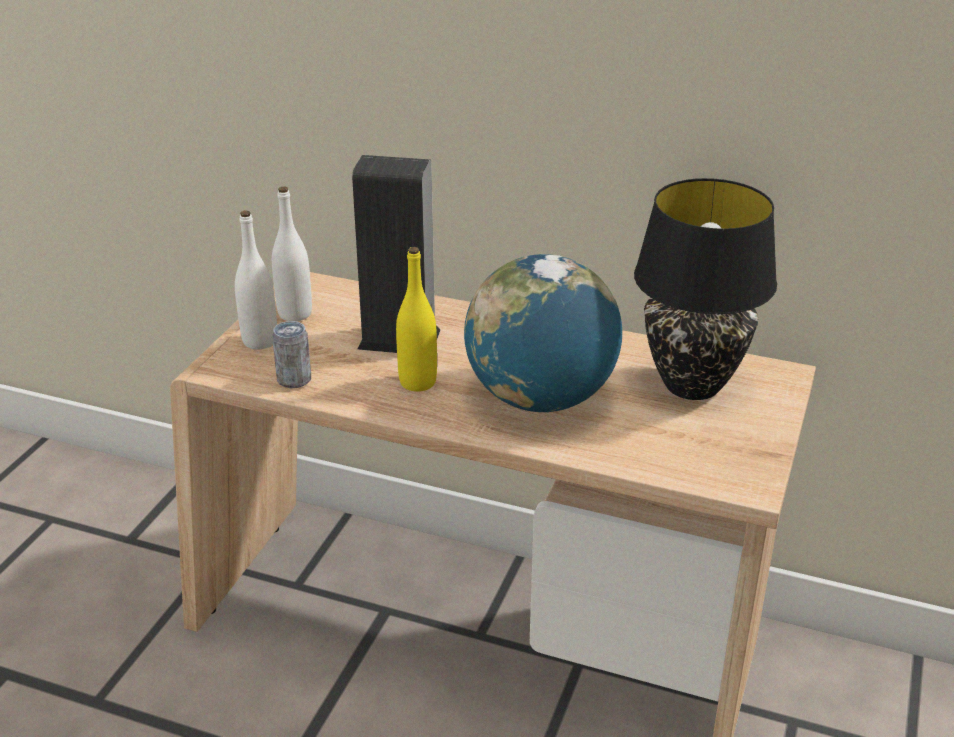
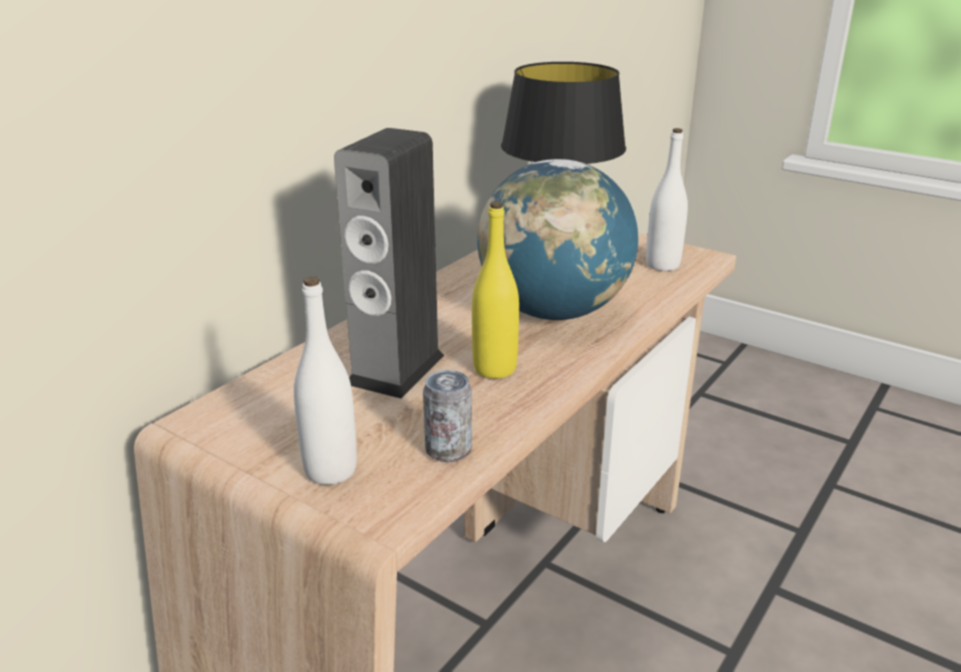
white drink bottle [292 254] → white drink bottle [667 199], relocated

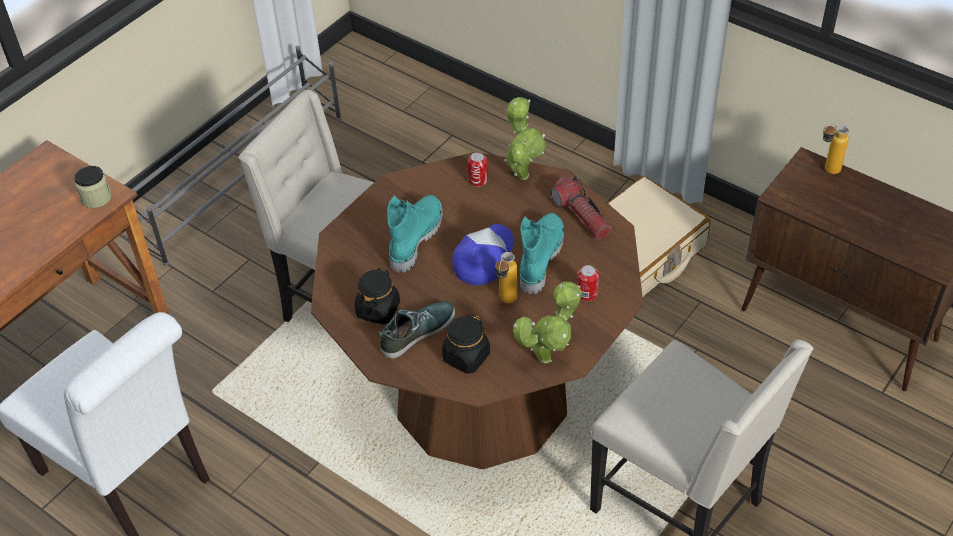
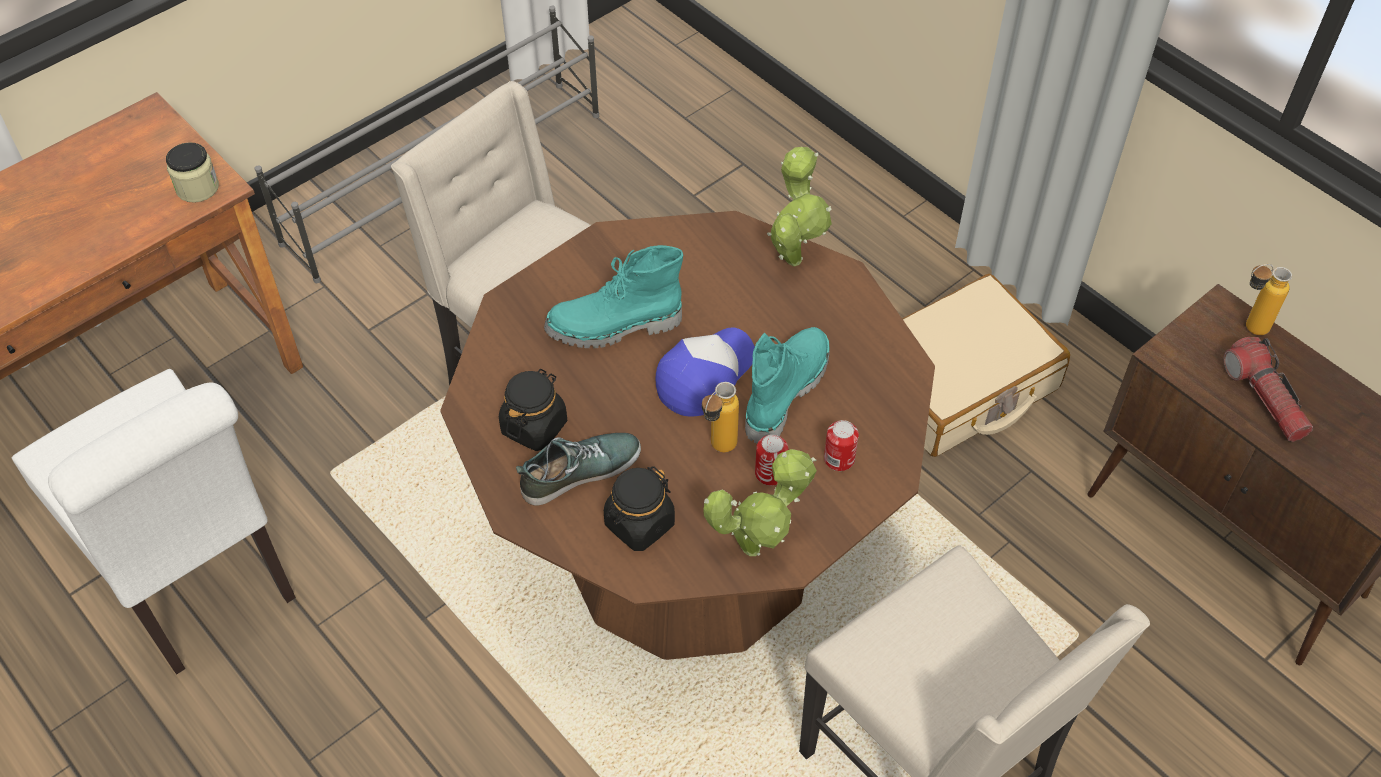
blue-green boot [415 234] → blue-green boot [613 296], 135 degrees counterclockwise
can [478 169] → can [771 460], relocated
hand torch [580 208] → hand torch [1268 389], relocated

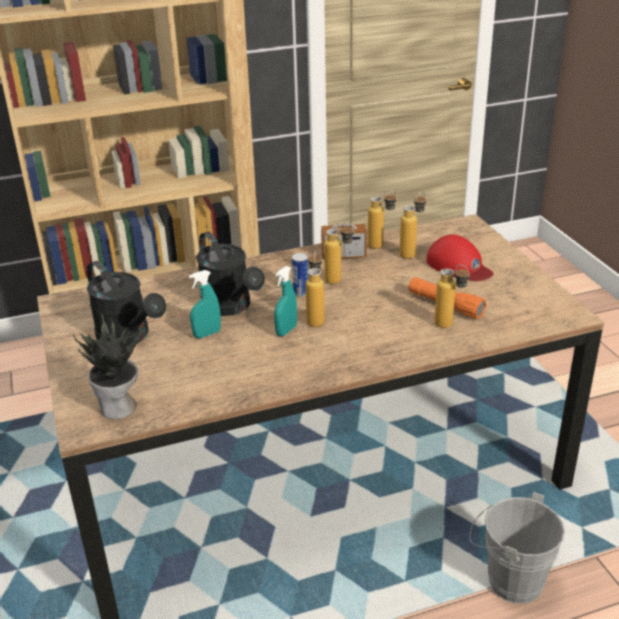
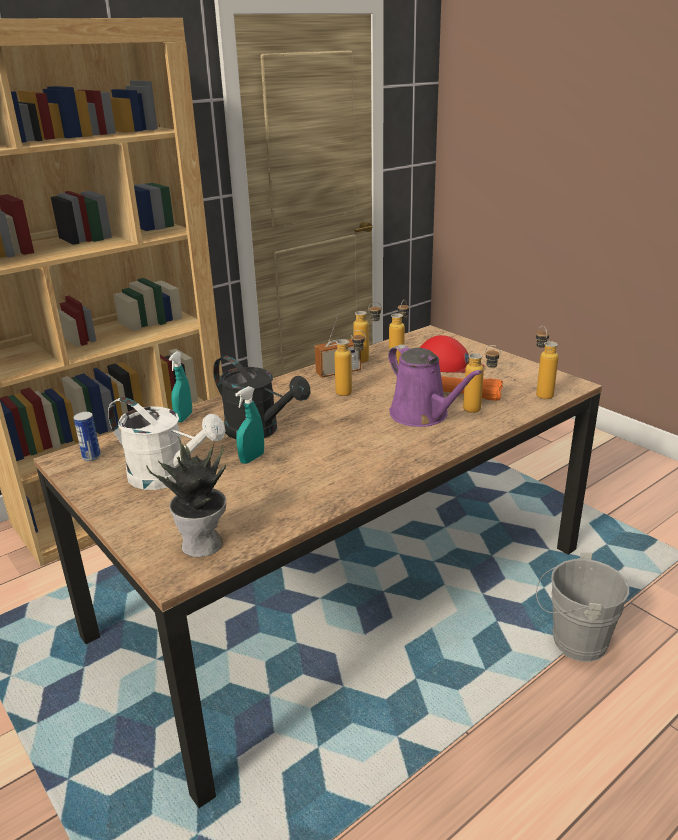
black-coloured watering can [126 304] → white watering can [167 443]
blue-green sprayer [285 301] → blue-green sprayer [180 386], relocated
can [300 275] → can [87 436], relocated
drink bottle [315 288] → drink bottle [547 362], relocated
- → purple-coloured watering can [435 385]

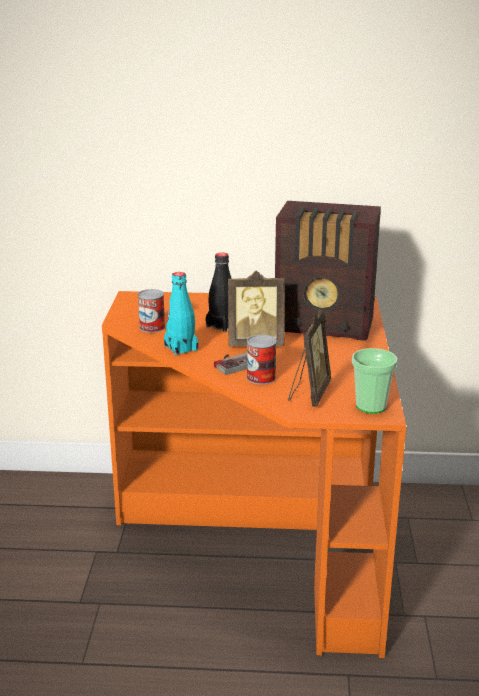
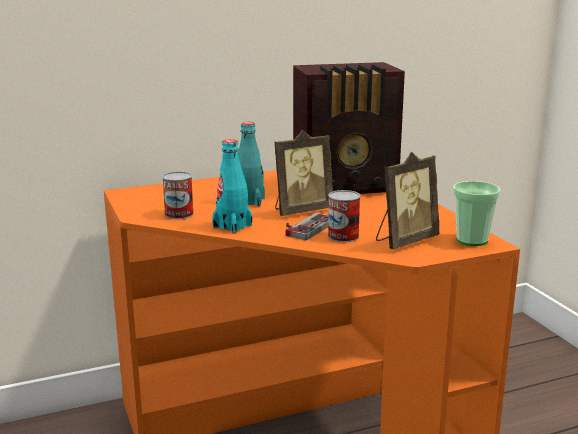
black-coloured drink bottle [219 292] → blue-green drink bottle [251 164]
standing frame [309 358] → standing frame [407 200], 60 degrees clockwise

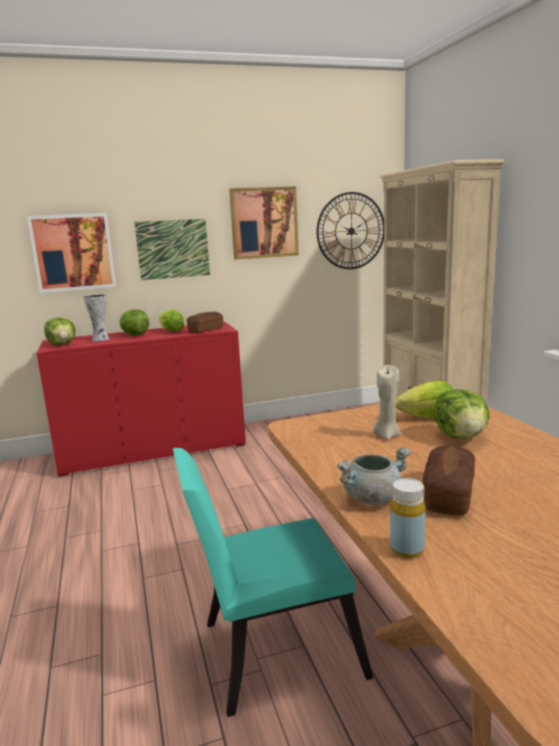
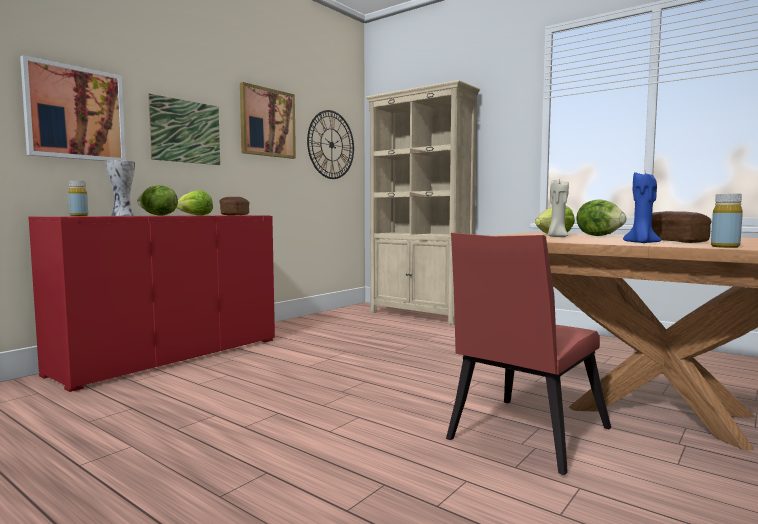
lettuce head [60 331] → yellow-coloured drink bottle [78 198]
blue-green chair [273 582] → red chair [528 354]
grey cooking pot [374 476] → blue-coloured wax light [642 207]

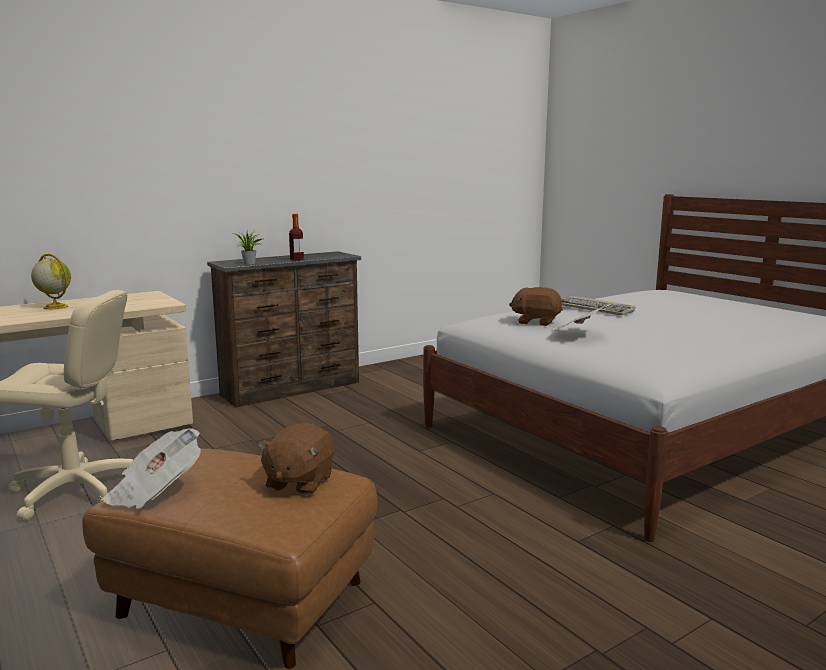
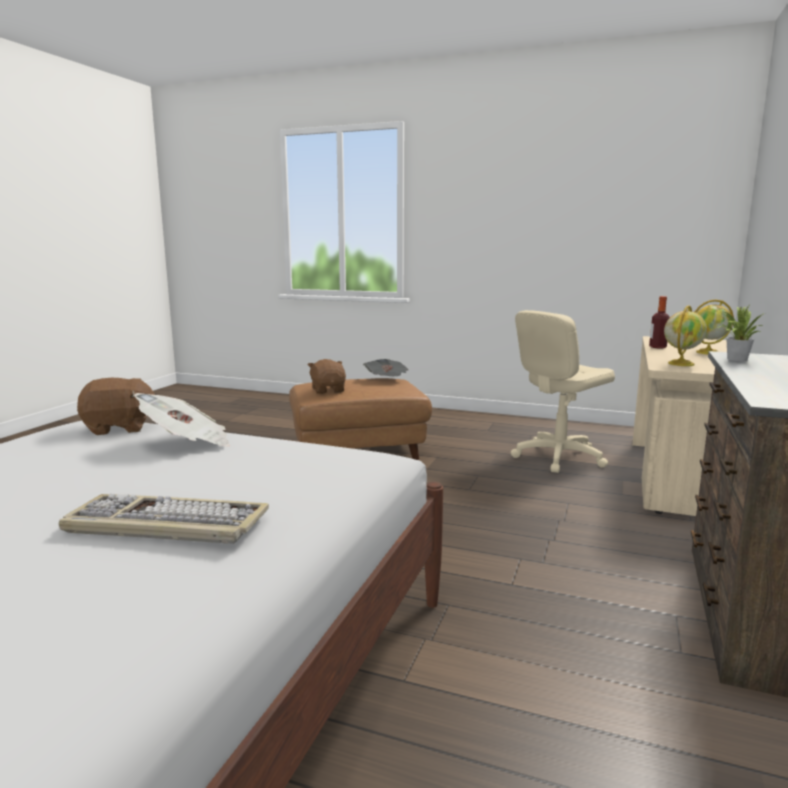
drink bottle [296 237] → drink bottle [659 322], relocated
brown-coloured plush toy [536 306] → brown-coloured plush toy [116 406], relocated
- → world globe [685 335]

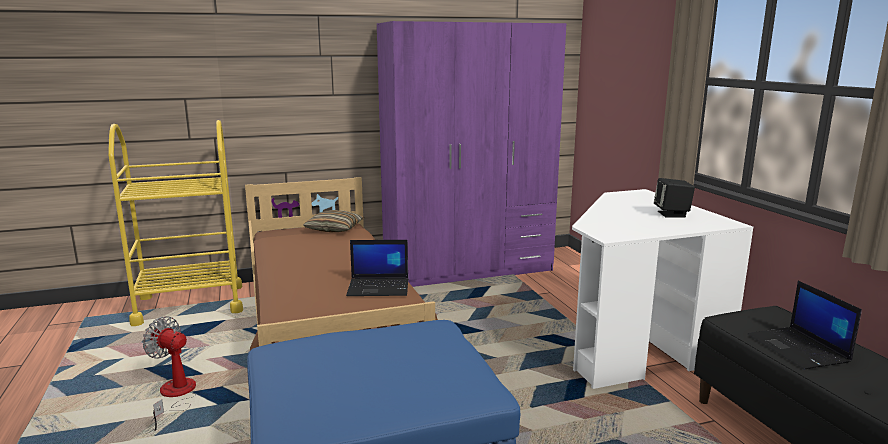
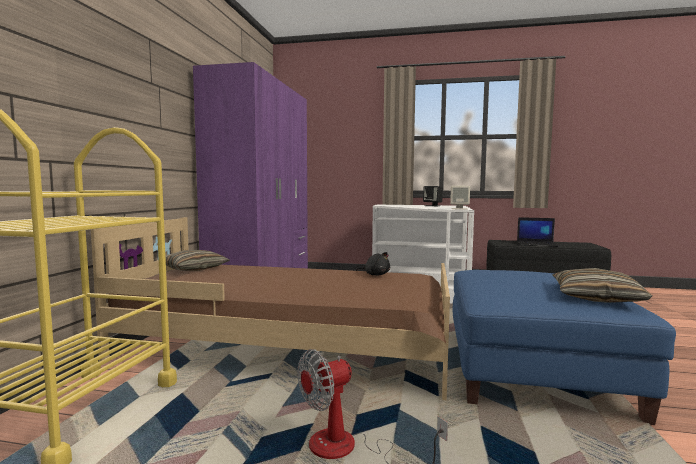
notebook computer [377 268] → black-coloured plush toy [373 264]
- → sand-coloured audio speaker [460 198]
- → throw pillow [603 285]

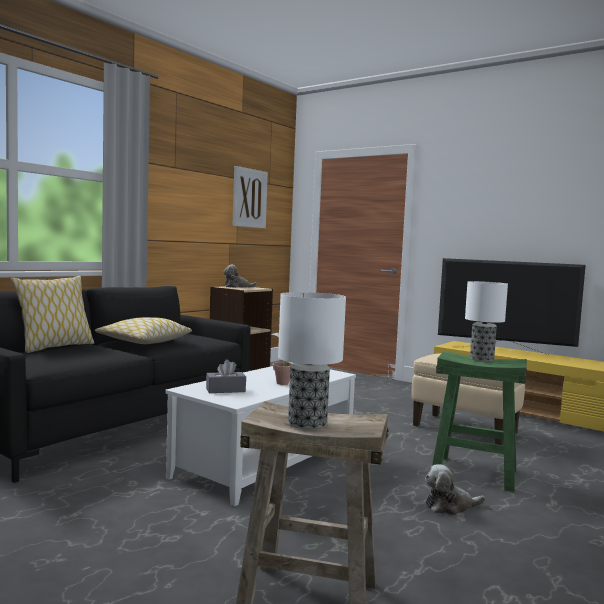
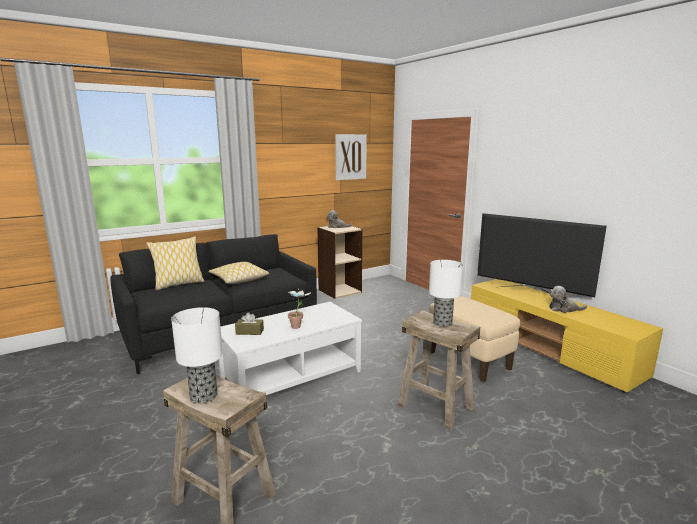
grey tissue holder [226 376] → brown-coloured tissue holder [249 323]
plush toy [455 489] → plush toy [568 299], relocated
green-coloured stool [479 421] → sand-coloured stool [439 370]

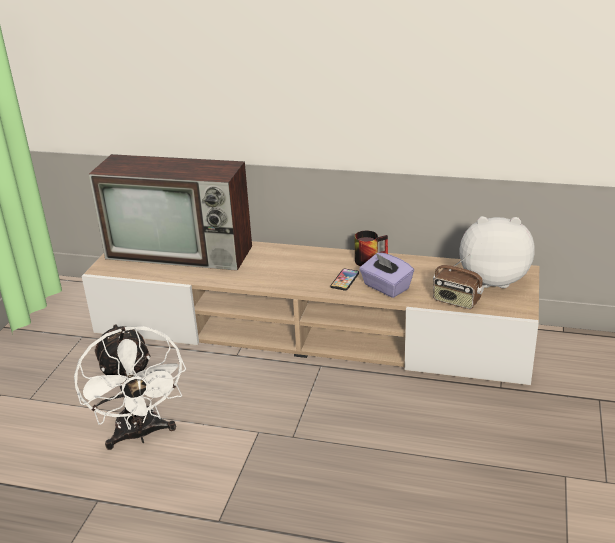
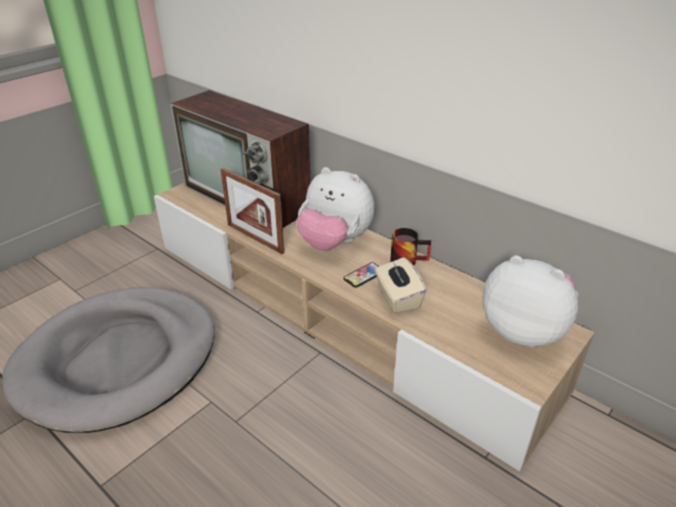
white cooling fan [130 387] → grey dog cushion [108 360]
purple-coloured tissue holder [386 275] → sand-coloured tissue holder [401 285]
radio set [458 281] → -
- → standing frame [252 211]
- → plush toy [335 209]

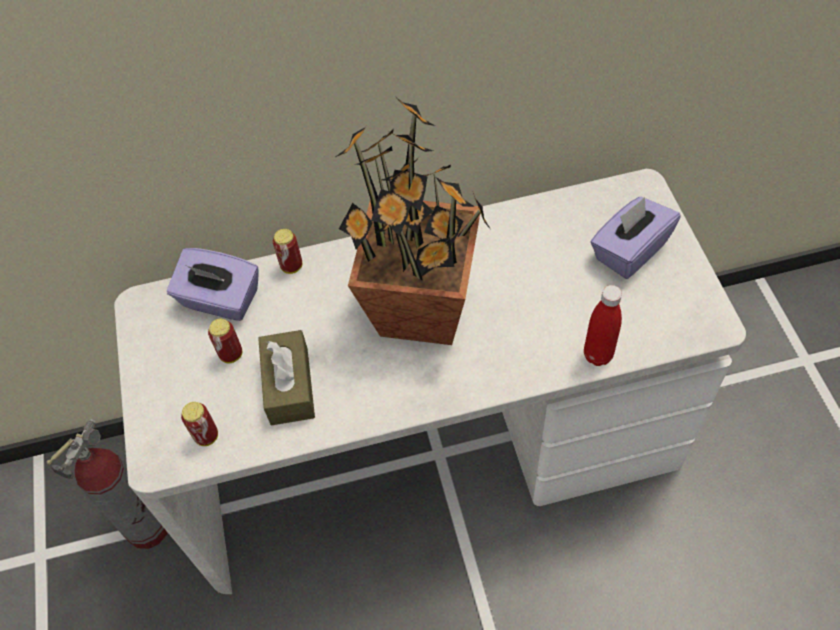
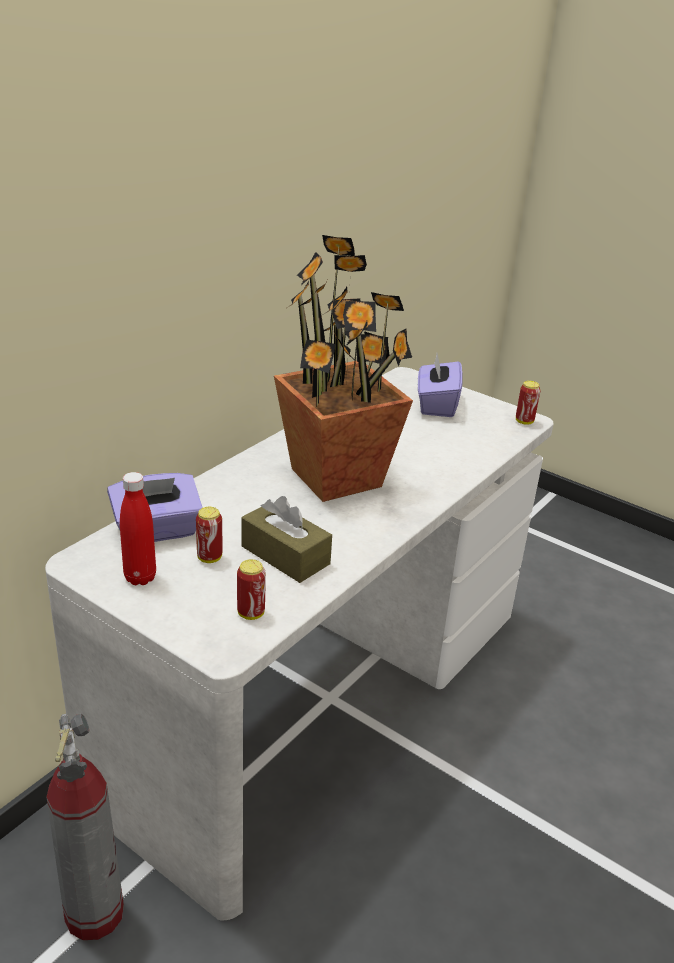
can [287 251] → can [528 403], relocated
red drink bottle [603 325] → red drink bottle [138 528], relocated

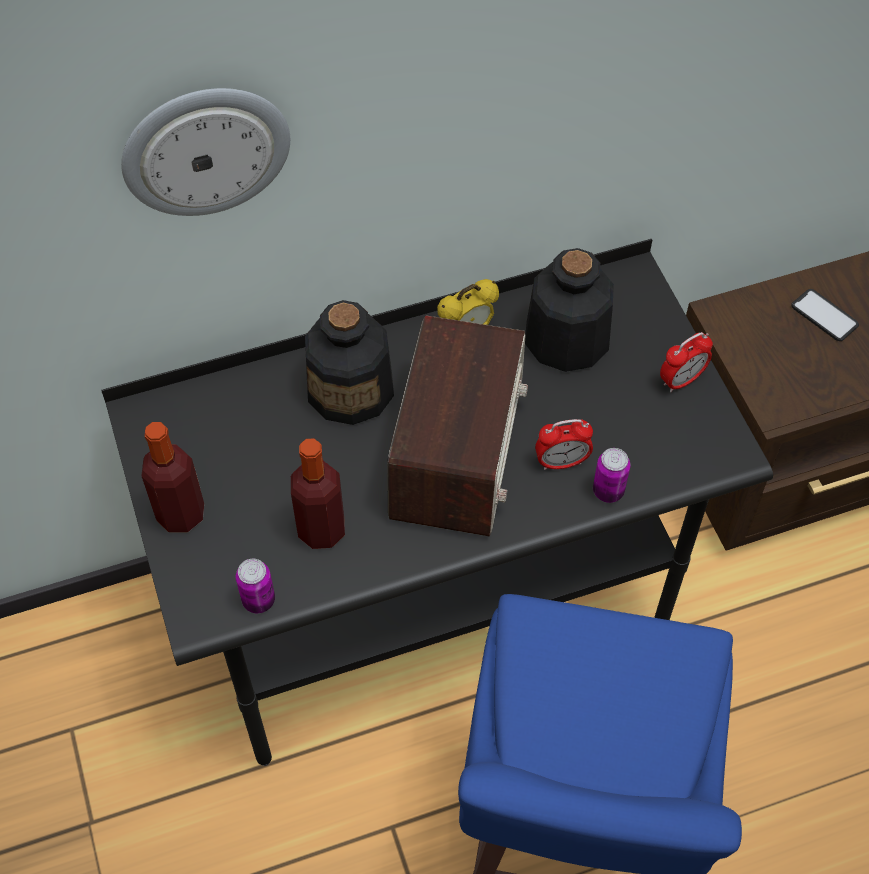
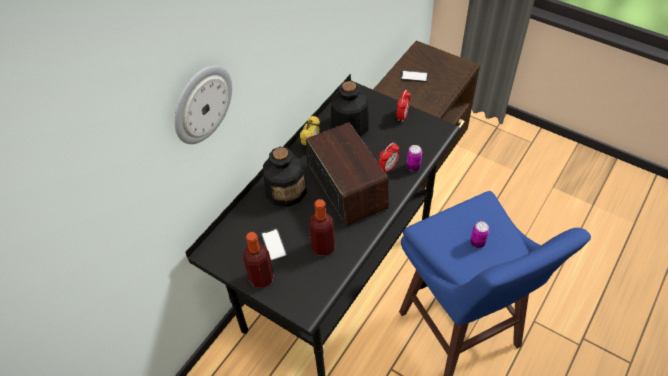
can [255 586] → can [479 234], relocated
- → telephone [274 245]

